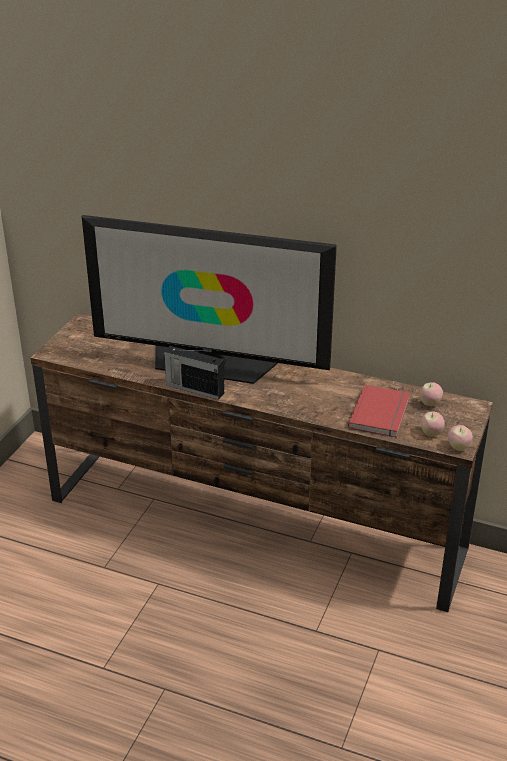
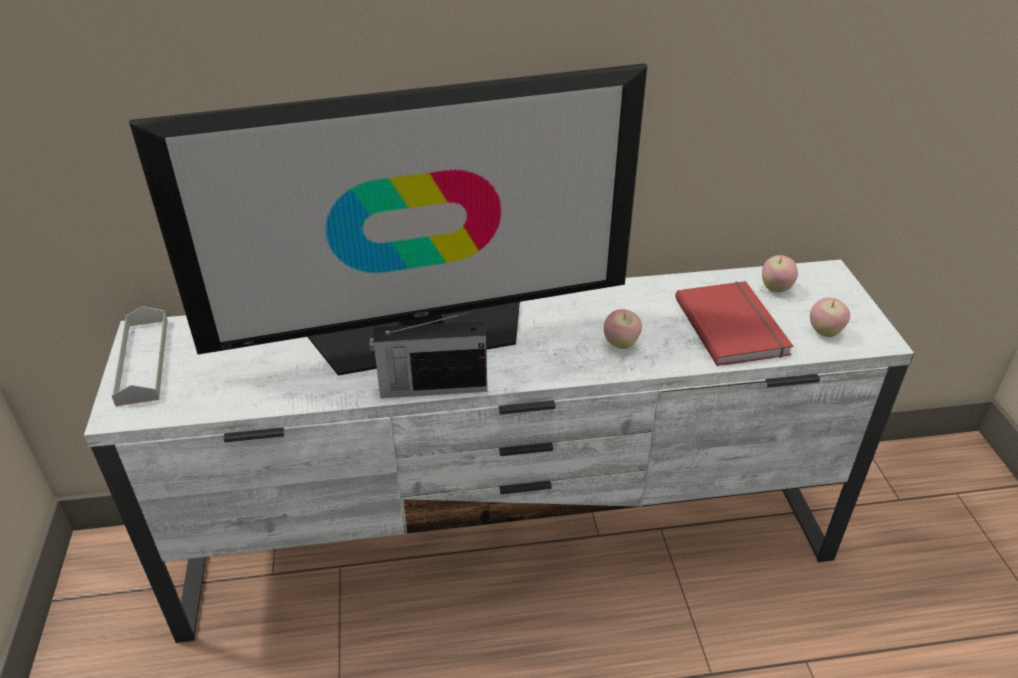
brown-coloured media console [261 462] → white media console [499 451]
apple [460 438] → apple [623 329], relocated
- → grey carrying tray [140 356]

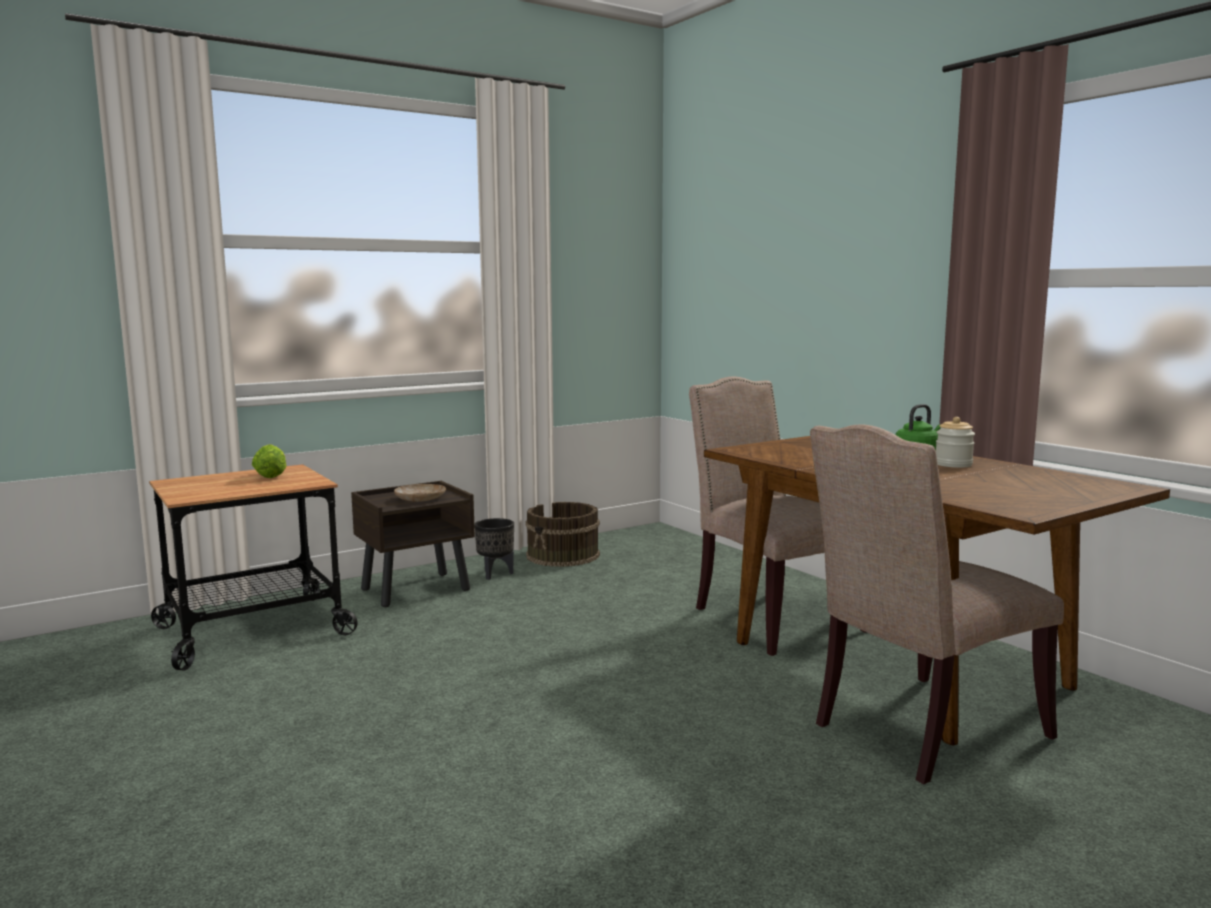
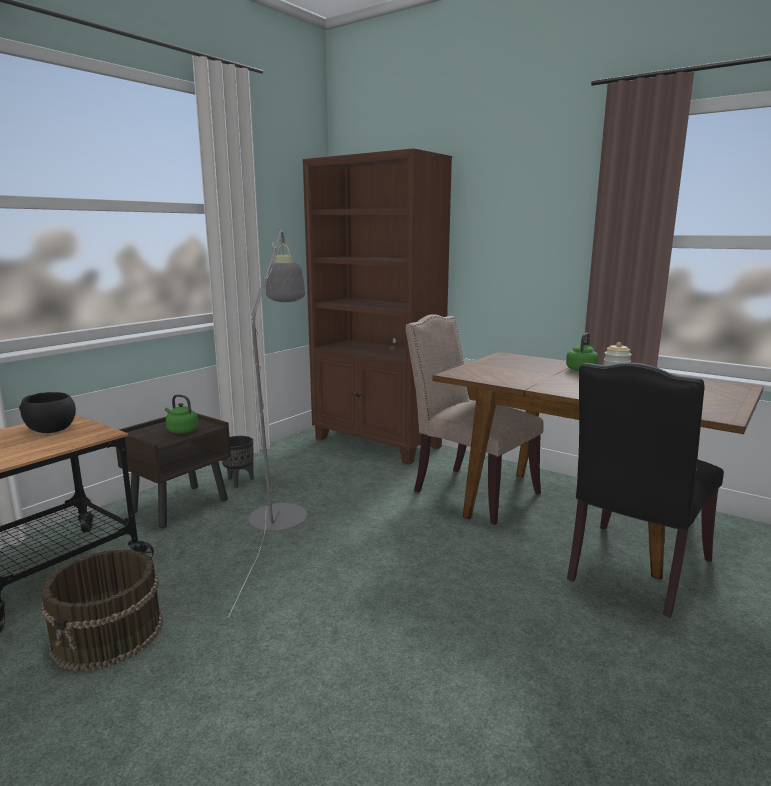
lettuce head [269 461] → black-coloured deep dish [47 412]
sand-coloured dinner plate [420 493] → green-coloured water kettle [181 414]
brown-coloured water bucket [563 534] → brown-coloured water bucket [102 610], relocated
sand-coloured chair [937 604] → black-coloured chair [645 490]
- → grey floor lamp [267 422]
- → brown-coloured bookcase [377 306]

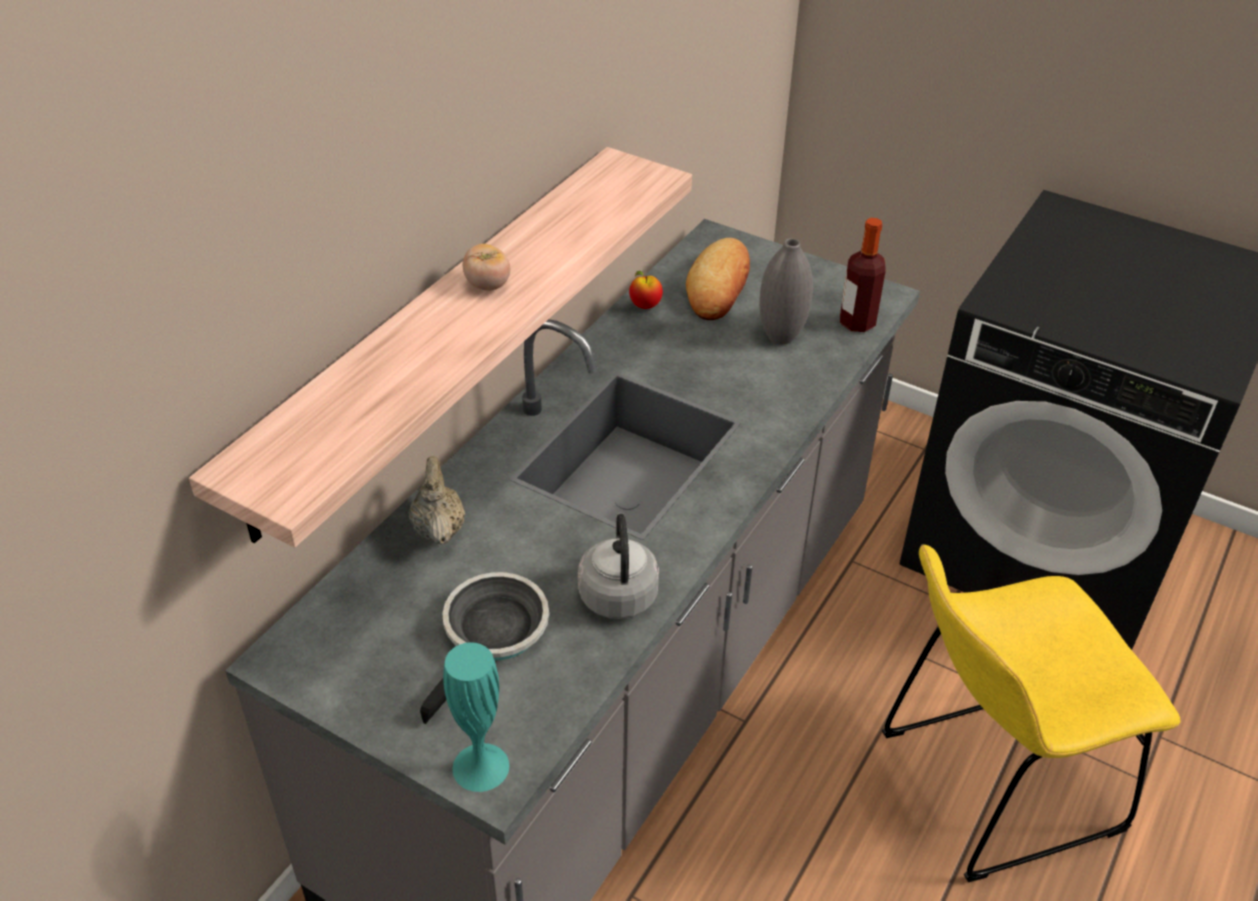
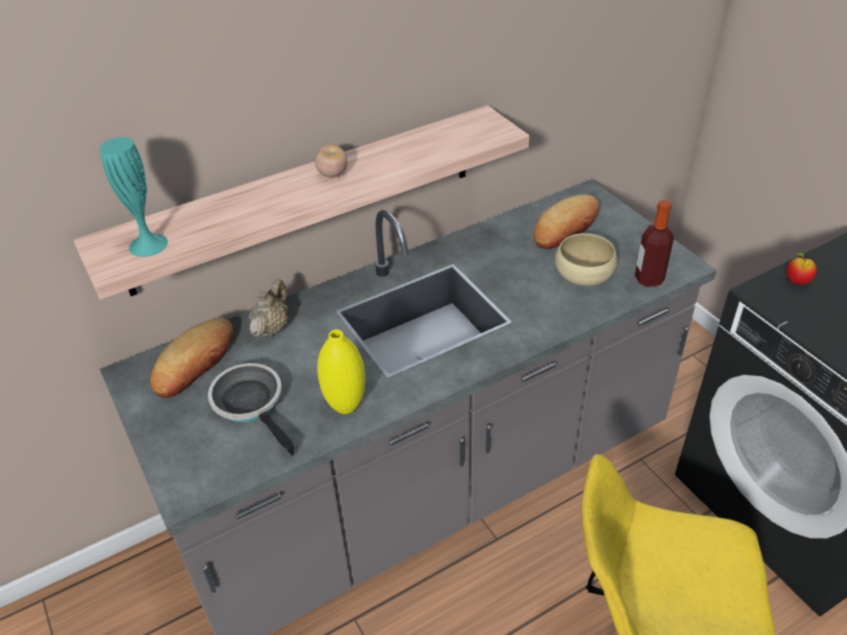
pan [484 648] → pan [251 409], 90 degrees counterclockwise
blue-green flower vase [476 717] → blue-green flower vase [134 197], relocated
grey water kettle [618 566] → yellow-coloured flower vase [341 371]
apple [646 290] → apple [801 269], relocated
grey flower vase [786 291] → sand-coloured deep dish [586 259]
- → bakery bread [191 358]

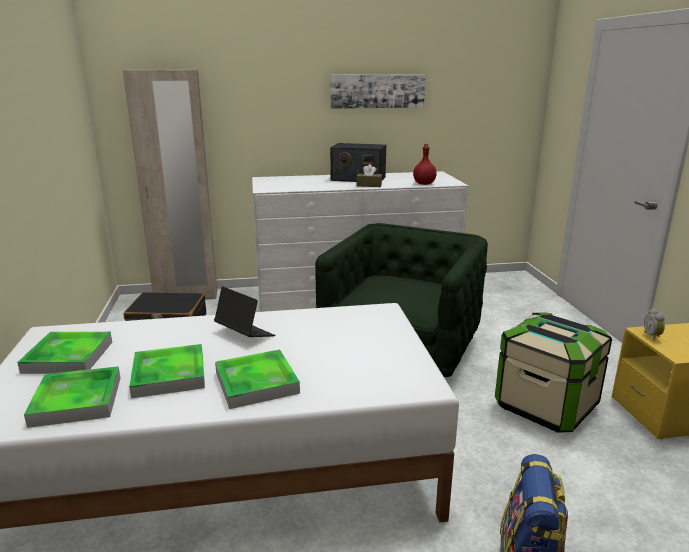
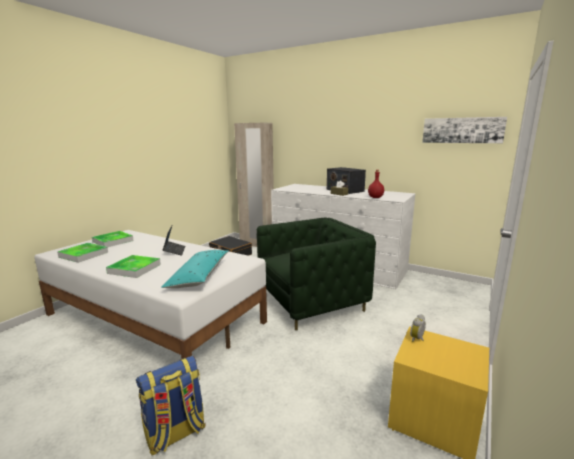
carrying tray [167 371] → -
wall picture [377 91] → wall picture [464 130], relocated
storage box [553 372] → -
- → blue-green throw pillow [195 269]

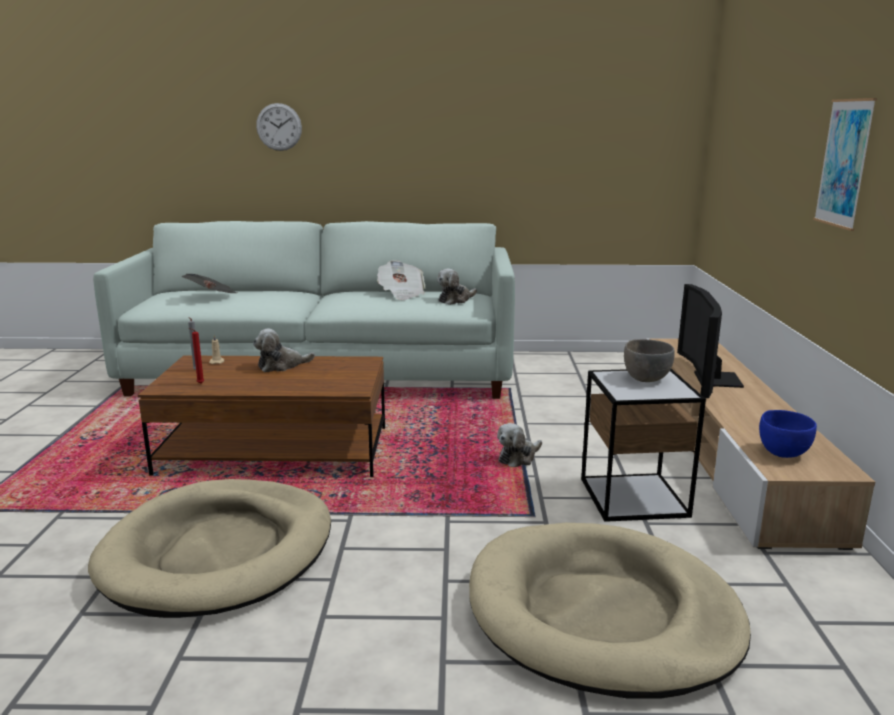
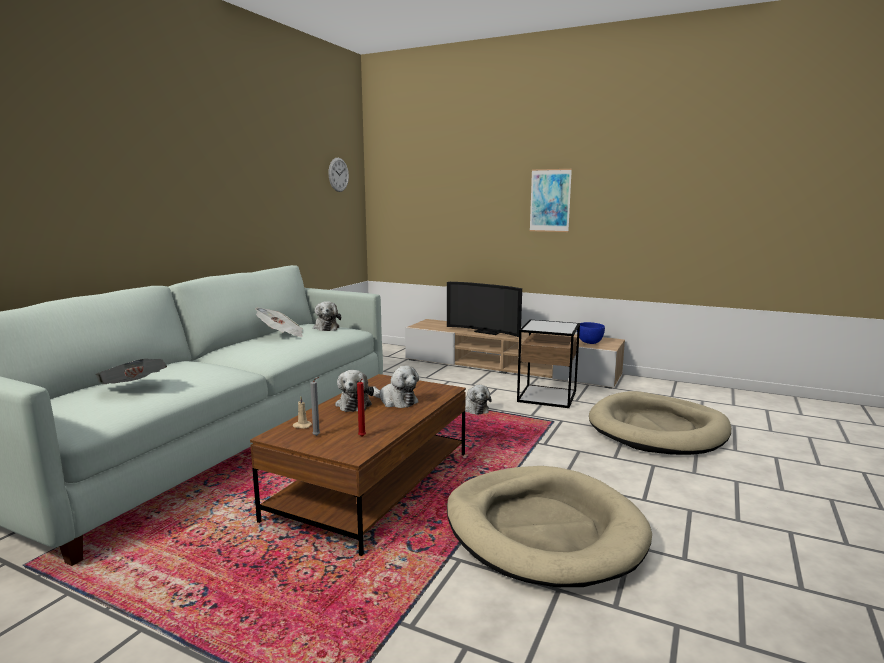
clock on the wall [279 127] → clock on the wall [338 175], relocated
grey deep dish [649 360] → -
- → plush toy [396 387]

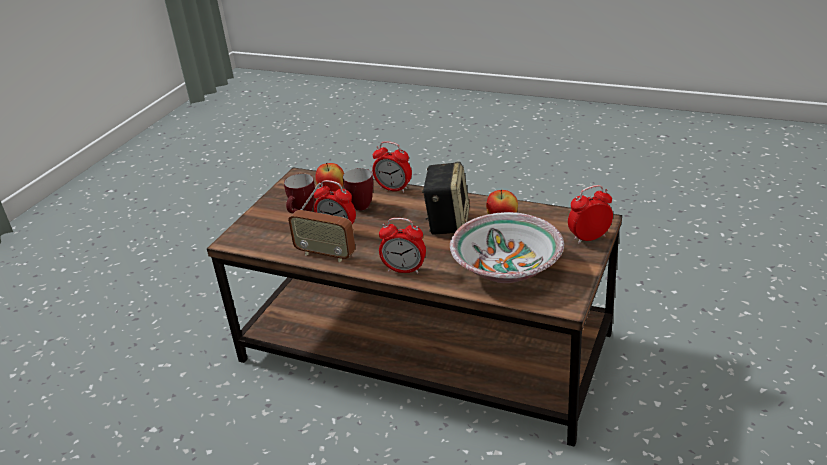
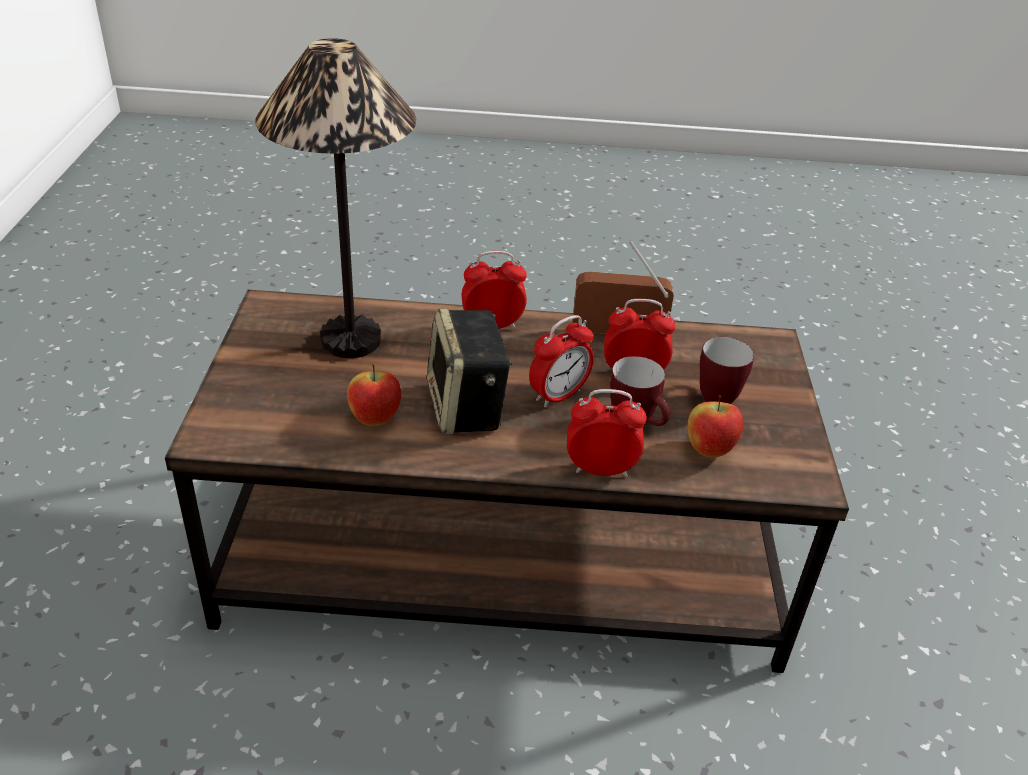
deep dish [507 247] → tabletop lamp [336 198]
alarm clock [590 214] → alarm clock [561 361], relocated

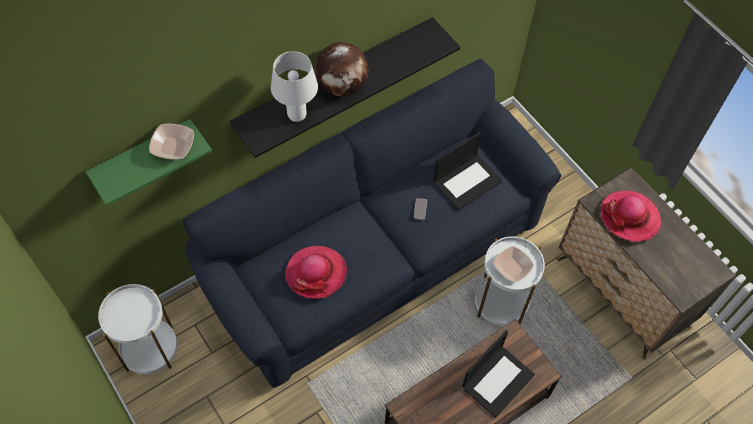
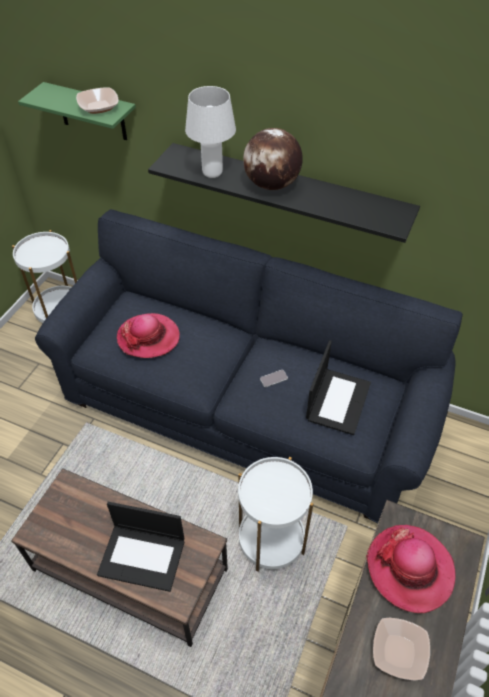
notebook computer [467 171] → notebook computer [338 387], 90 degrees counterclockwise
deep dish [514 264] → deep dish [401 649], relocated

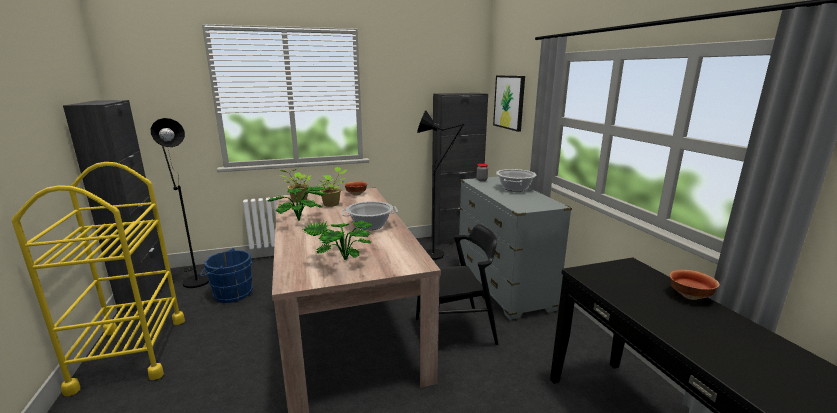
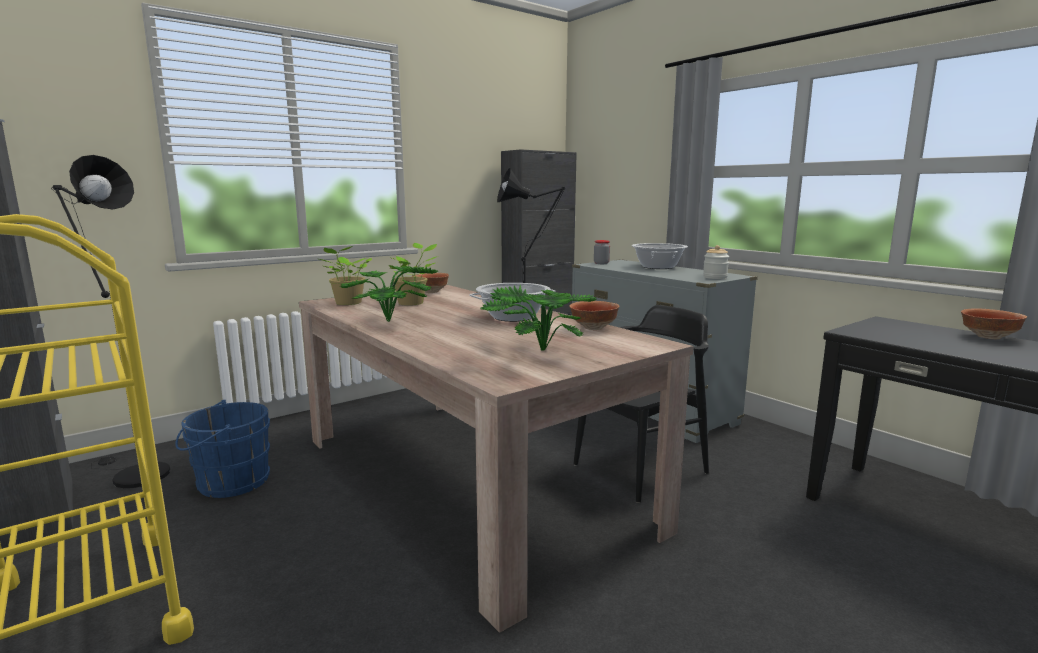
wall picture [509 103] → -
- → deep dish [594 315]
- → storage jar [716 262]

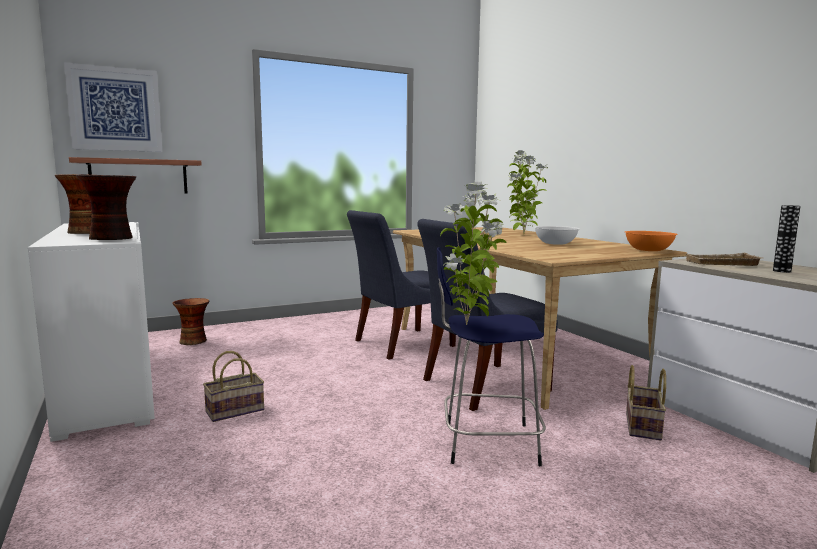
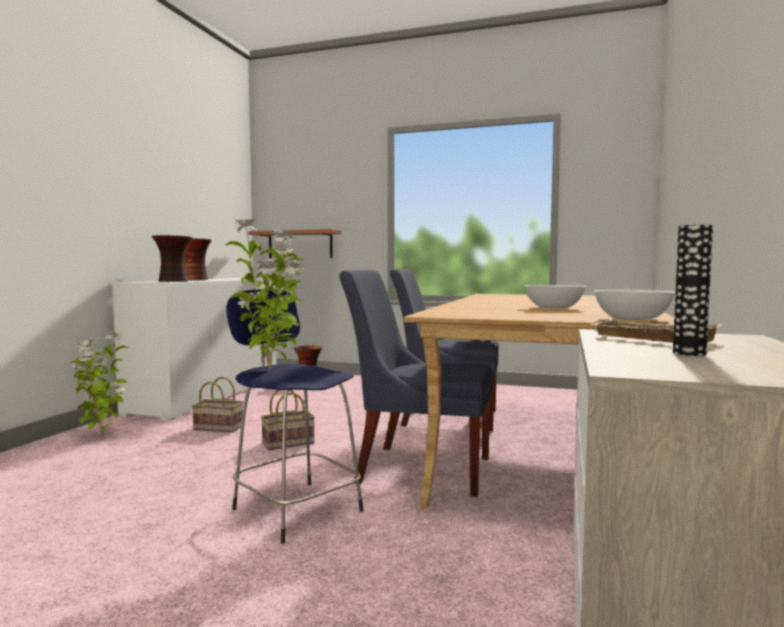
wall picture [113 107] → -
plant in a pot [528 191] → plant in a pot [99 384], relocated
orangey deep dish [651 241] → white deep dish [634 305]
basket [646 403] → basket [288 420], relocated

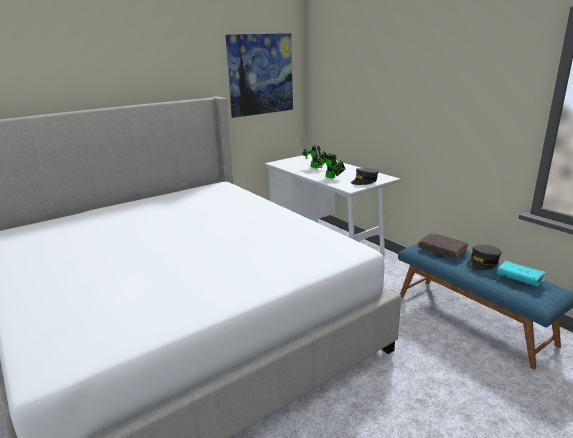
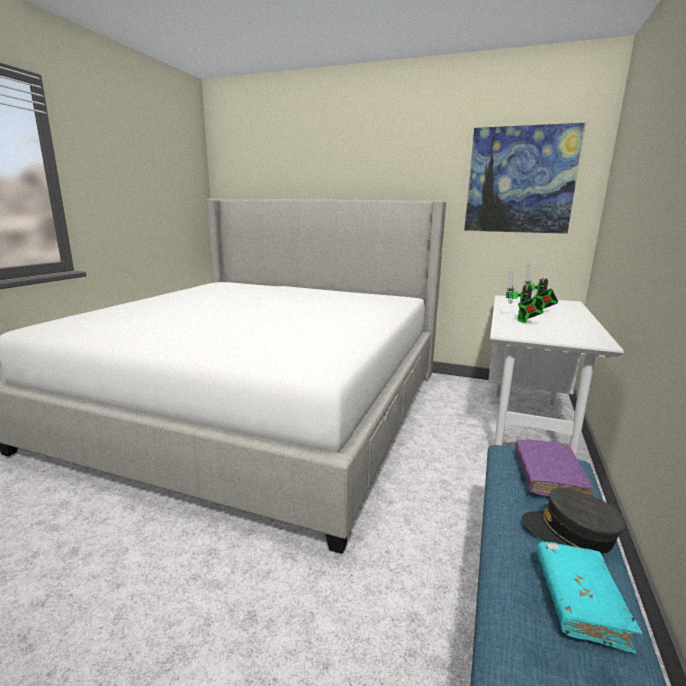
grey peaked cap [365 176] → -
brown-coloured book [443 245] → purple-coloured book [554 468]

